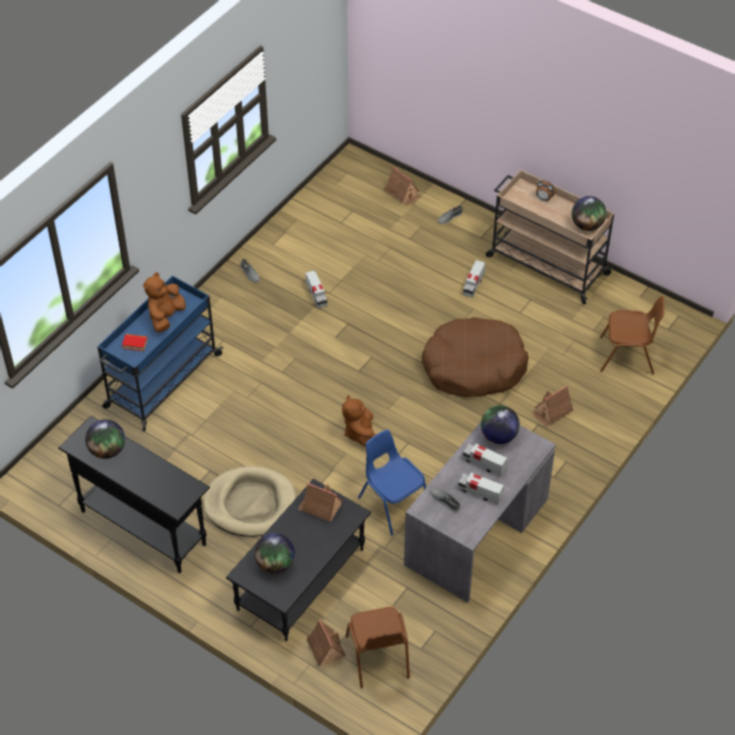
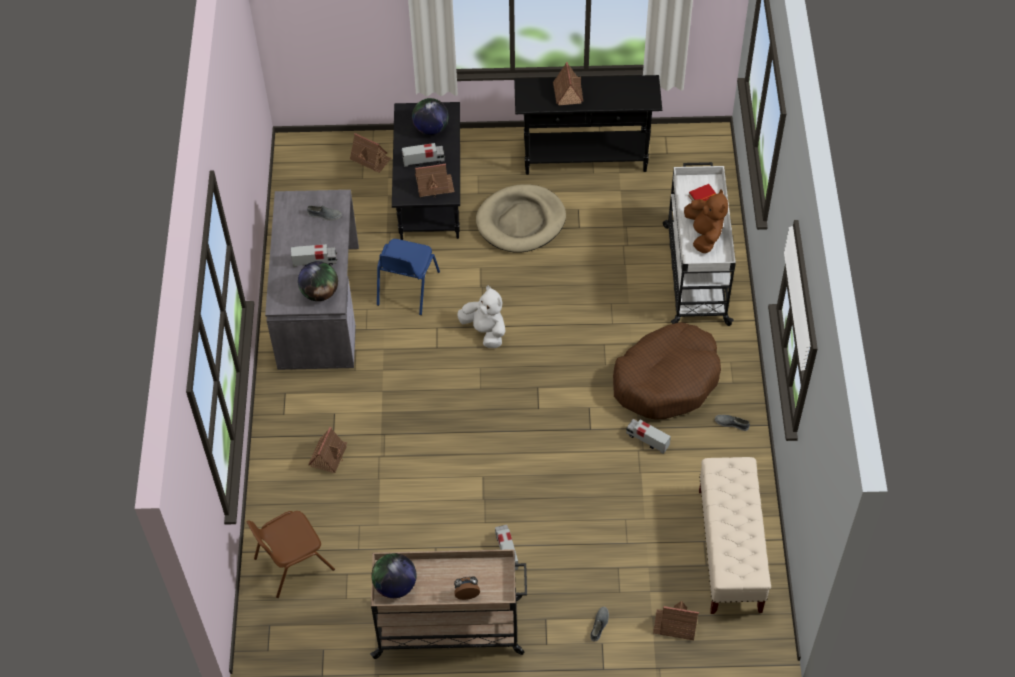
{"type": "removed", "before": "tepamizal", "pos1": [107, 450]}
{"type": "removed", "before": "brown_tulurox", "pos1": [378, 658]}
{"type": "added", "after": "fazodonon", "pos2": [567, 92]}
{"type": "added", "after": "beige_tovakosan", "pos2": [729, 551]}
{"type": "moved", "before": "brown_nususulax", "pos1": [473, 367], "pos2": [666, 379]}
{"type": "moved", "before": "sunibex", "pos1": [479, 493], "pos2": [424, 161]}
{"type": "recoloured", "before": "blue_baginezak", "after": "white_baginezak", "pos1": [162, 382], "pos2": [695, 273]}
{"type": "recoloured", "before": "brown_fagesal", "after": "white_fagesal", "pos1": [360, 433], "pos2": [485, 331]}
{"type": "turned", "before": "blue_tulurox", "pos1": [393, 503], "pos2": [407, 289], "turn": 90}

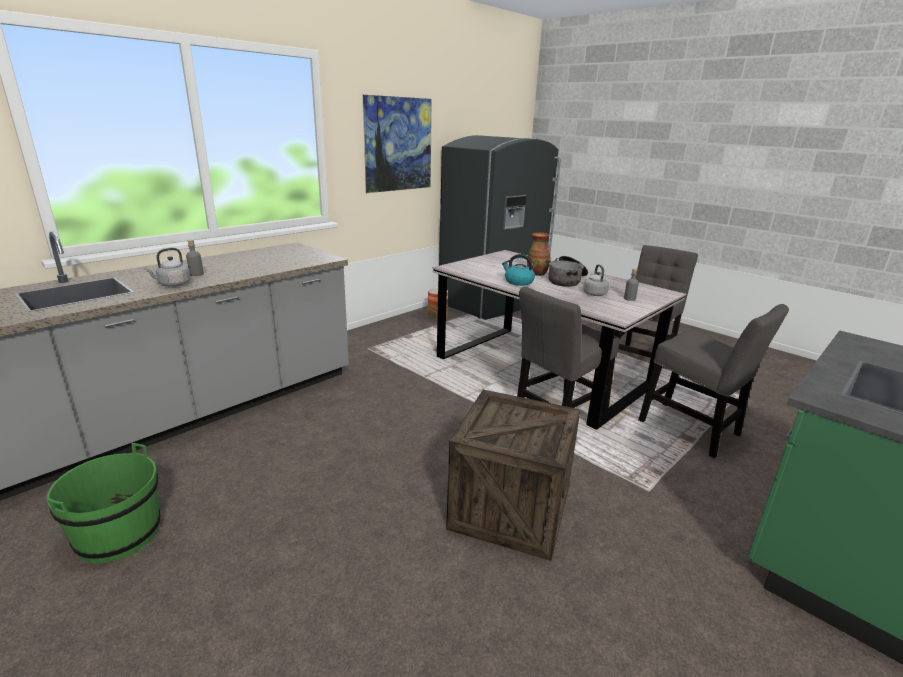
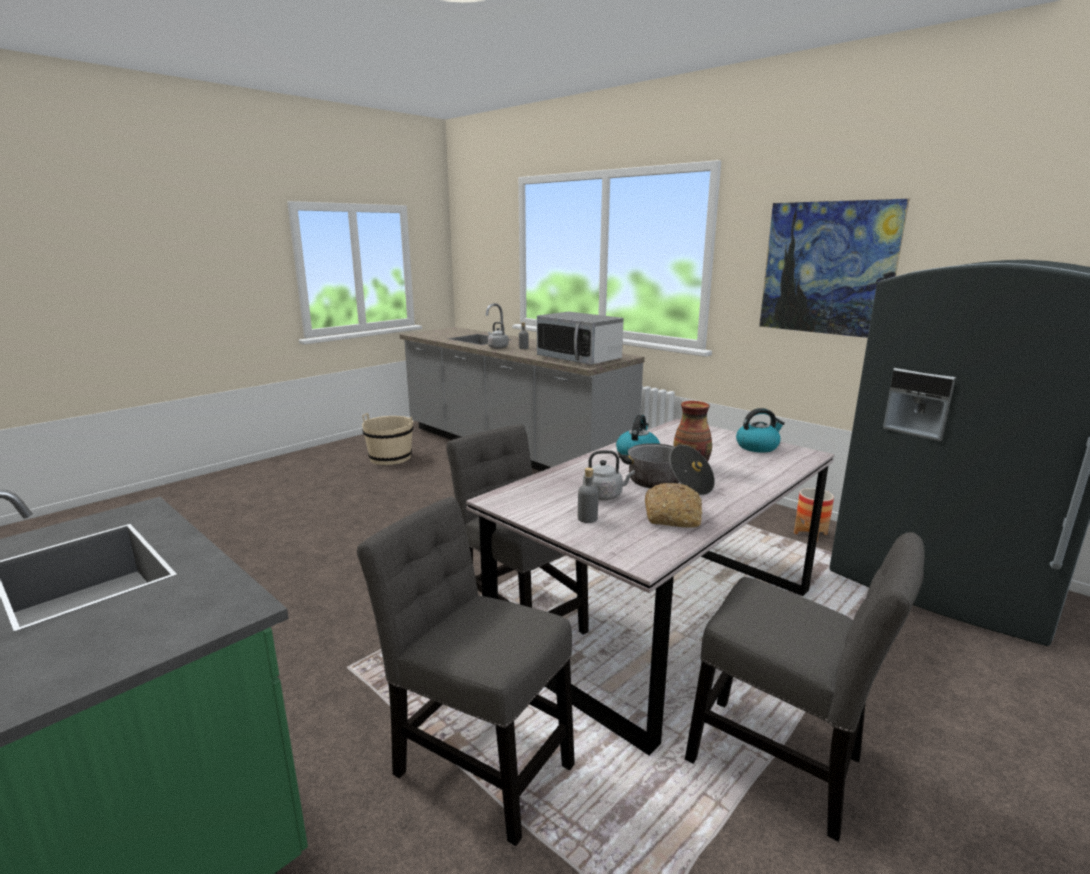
{"type": "removed", "before": "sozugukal", "pos1": [510, 509]}
{"type": "added", "after": "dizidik", "pos2": [579, 359]}
{"type": "added", "after": "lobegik", "pos2": [673, 516]}
{"type": "added", "after": "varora", "pos2": [757, 447]}
{"type": "recoloured", "before": "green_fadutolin", "after": "beige_fadutolin", "pos1": [119, 535], "pos2": [390, 458]}
{"type": "turned", "before": "grey_tulurox", "pos1": [693, 430], "pos2": [477, 763], "turn": 75}

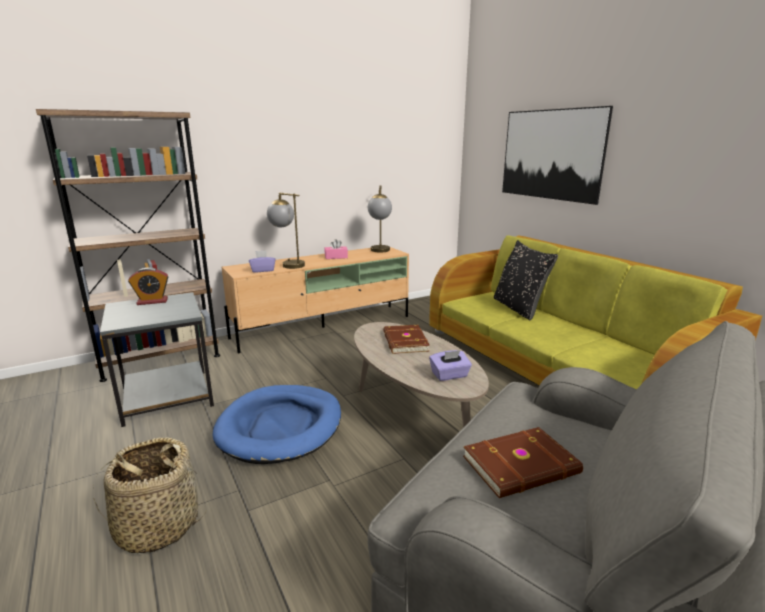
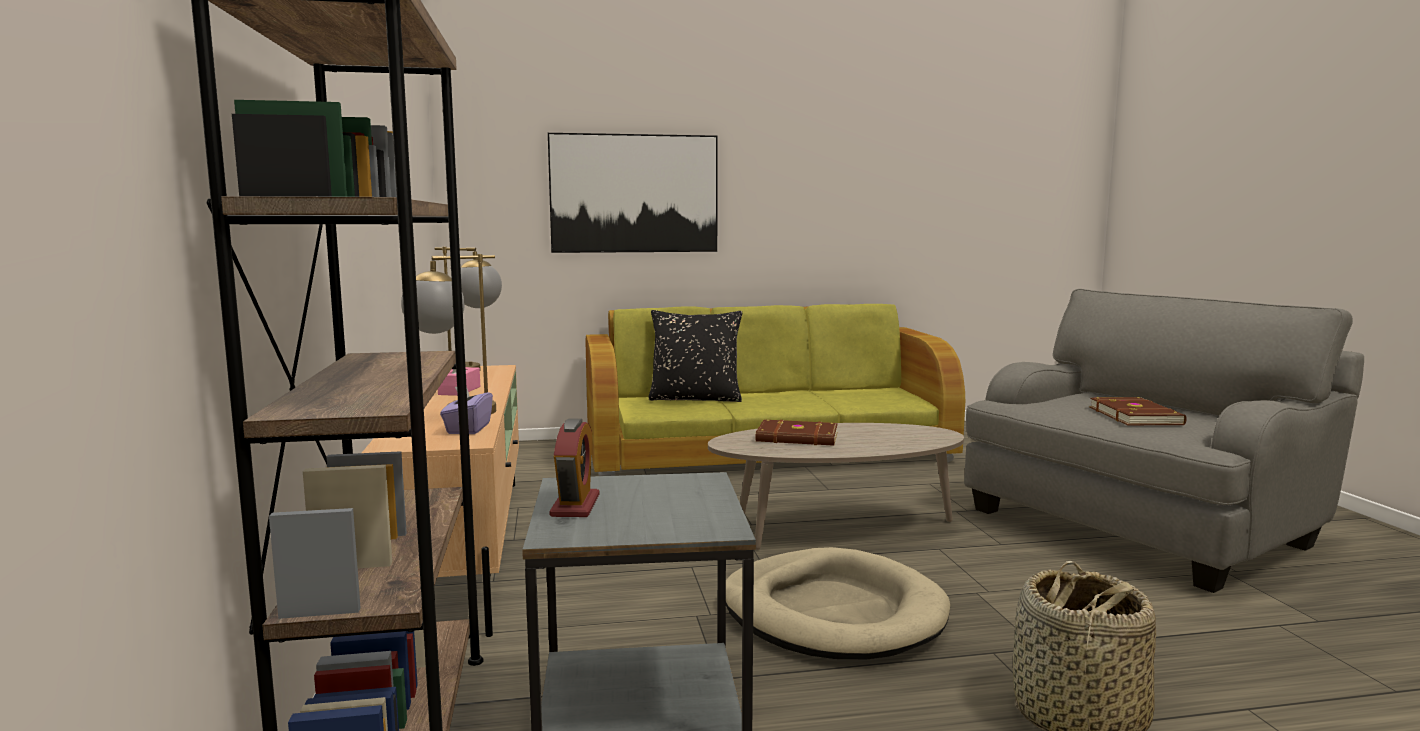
{"type": "removed", "before": "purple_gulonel", "pos1": [449, 375]}
{"type": "recoloured", "before": "blue_nususulax", "after": "beige_nususulax", "pos1": [281, 426], "pos2": [832, 612]}

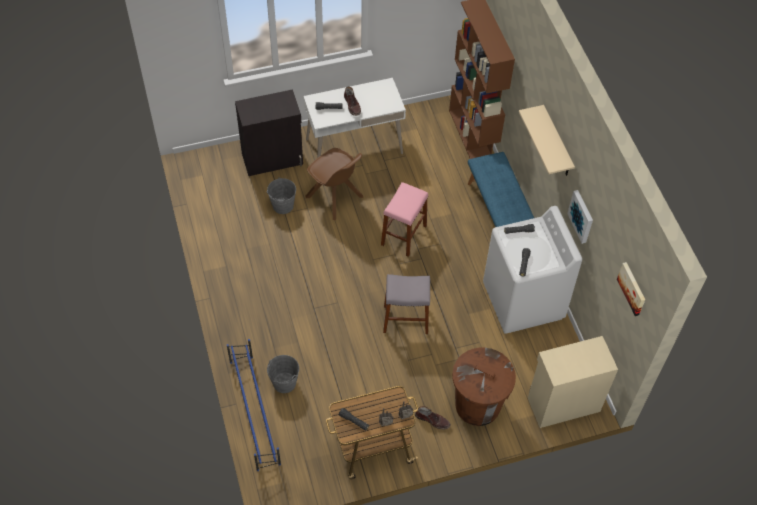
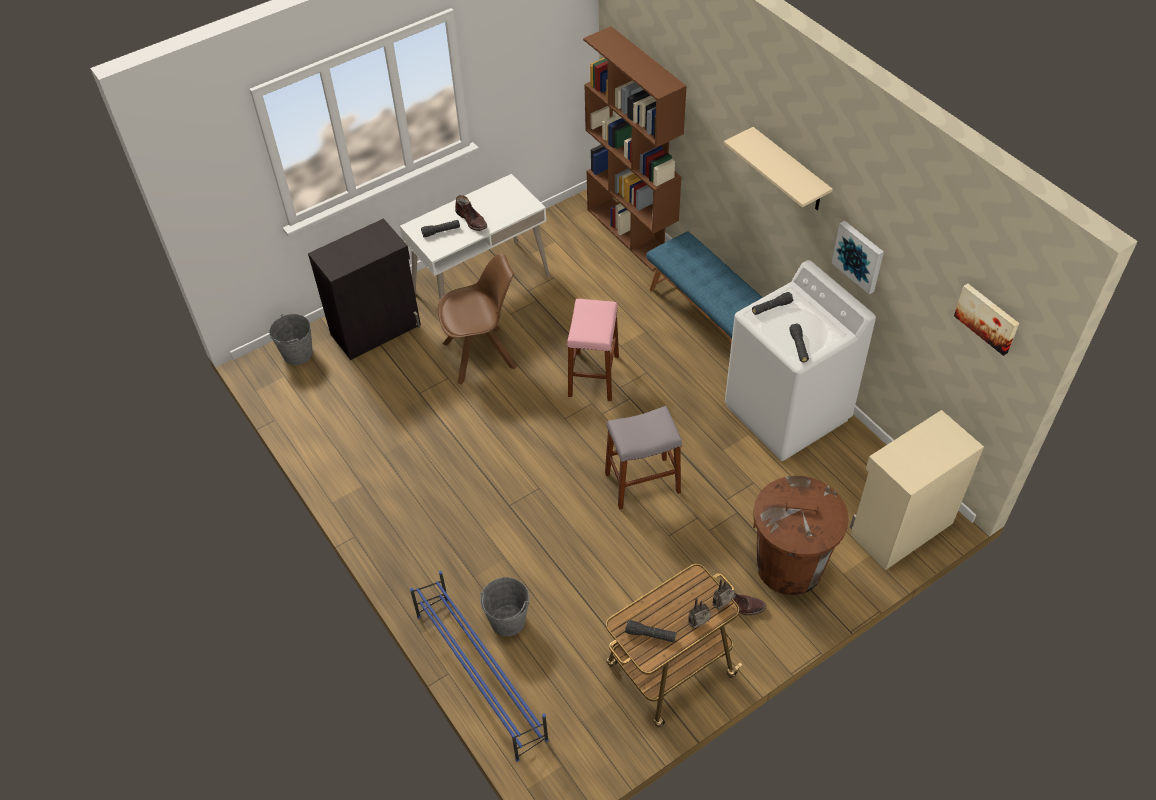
{"type": "moved", "before": "grey_fadutolin", "pos1": [283, 205], "pos2": [297, 354]}
{"type": "turned", "before": "brown_tulurox", "pos1": [335, 198], "pos2": [482, 355], "turn": -45}

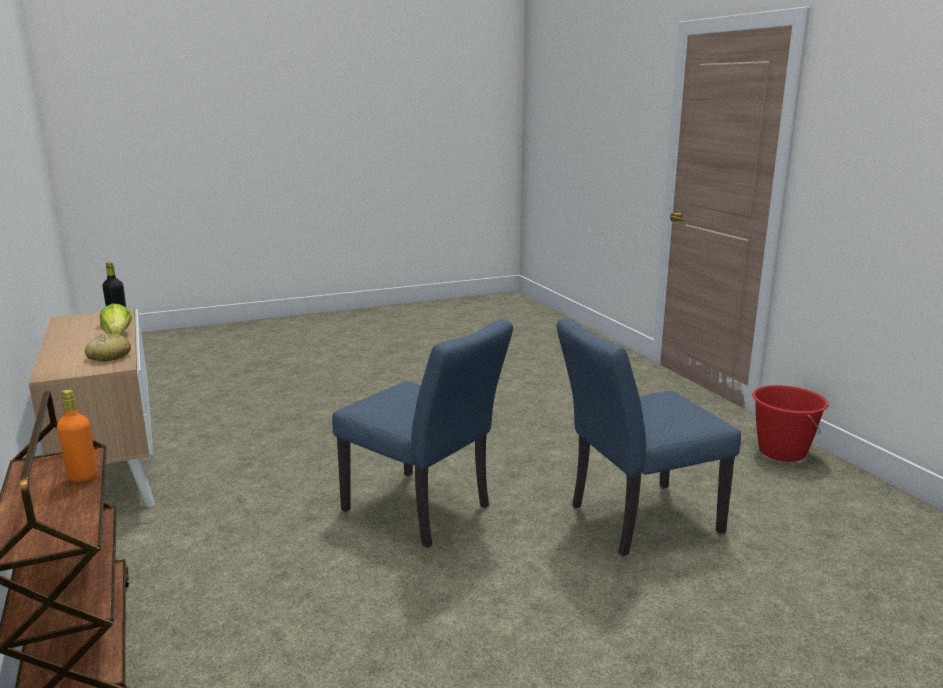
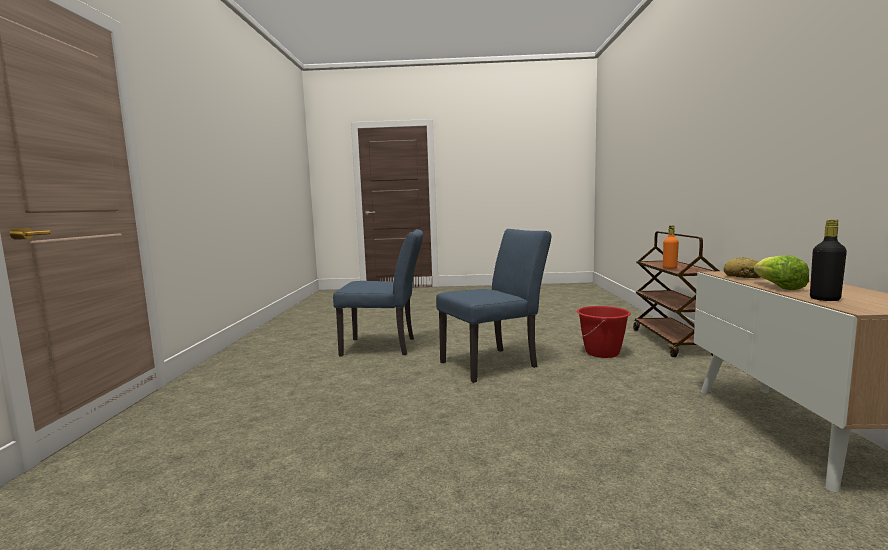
{"type": "moved", "before": "red_fadutolin", "pos1": [781, 452], "pos2": [602, 353]}
{"type": "turned", "before": "blue_tulurox", "pos1": [424, 512], "pos2": [495, 363], "turn": 90}

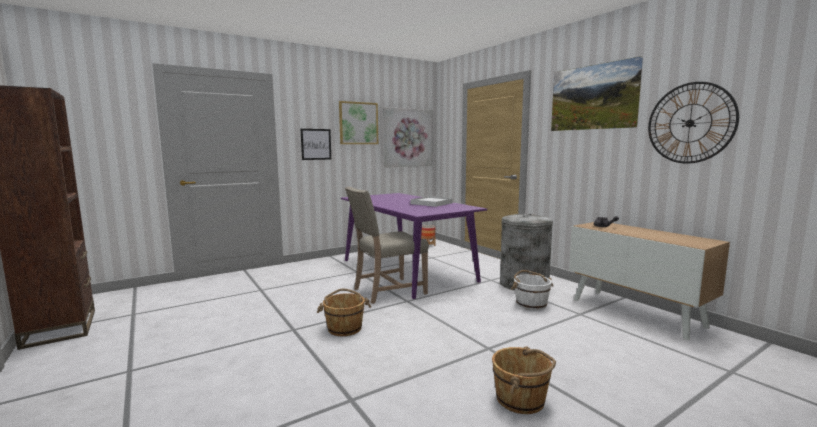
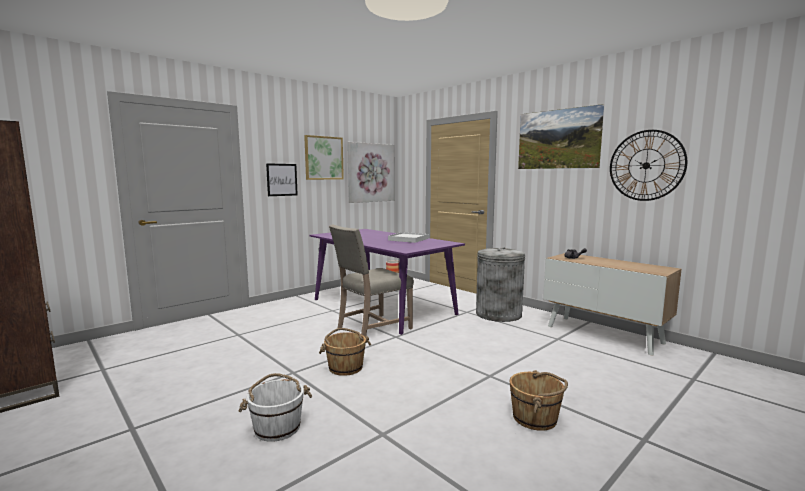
{"type": "moved", "before": "white_fadutolin", "pos1": [531, 304], "pos2": [277, 427]}

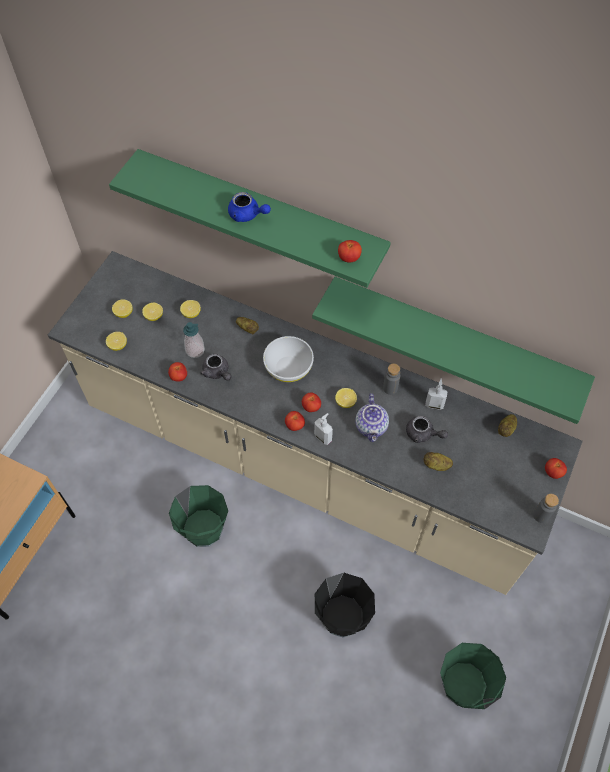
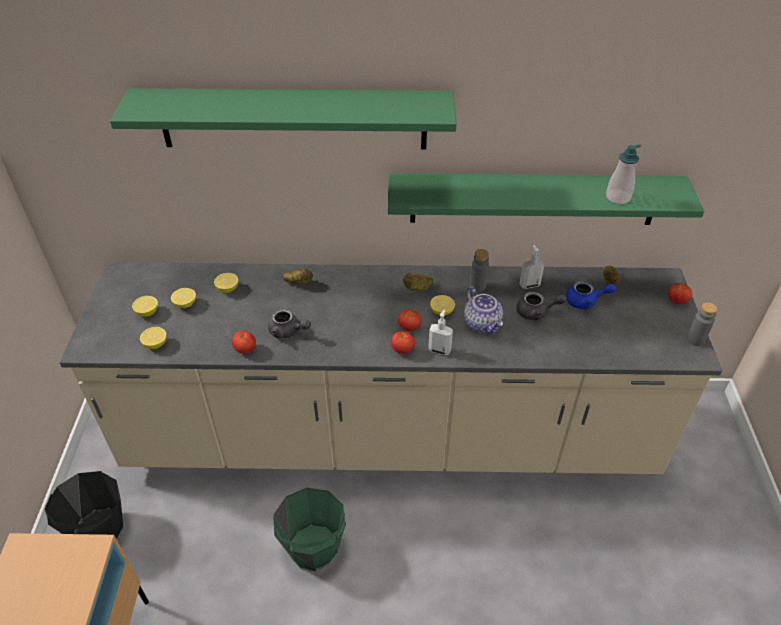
{"type": "removed", "before": "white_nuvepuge", "pos1": [288, 368]}
{"type": "removed", "before": "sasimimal", "pos1": [349, 258]}
{"type": "removed", "before": "green_fadutolin", "pos1": [464, 685]}
{"type": "moved", "before": "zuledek", "pos1": [195, 350], "pos2": [618, 197]}
{"type": "moved", "before": "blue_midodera", "pos1": [247, 215], "pos2": [585, 301]}
{"type": "moved", "before": "black_fadutolin", "pos1": [342, 616], "pos2": [99, 531]}
{"type": "moved", "before": "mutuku", "pos1": [436, 465], "pos2": [418, 288]}

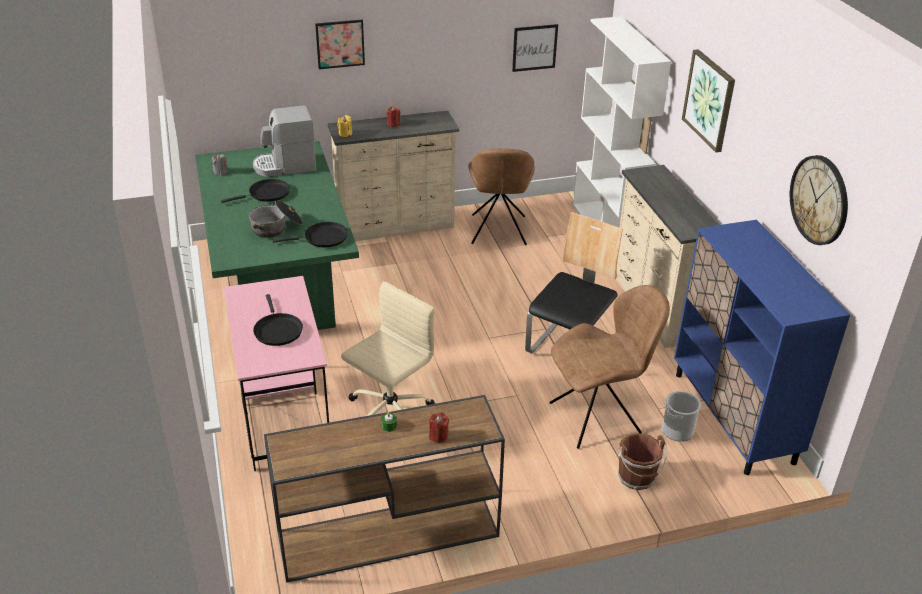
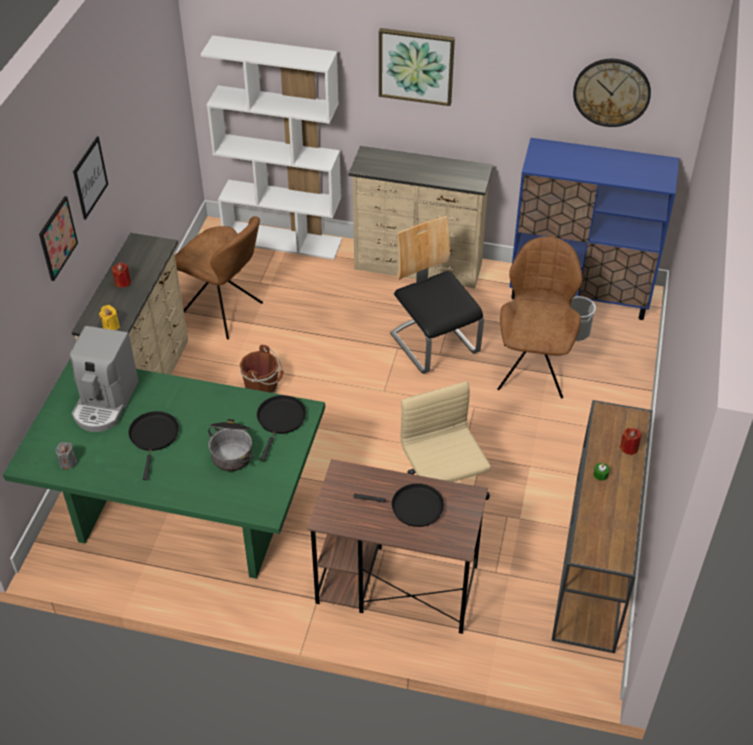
{"type": "moved", "before": "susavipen", "pos1": [534, 47], "pos2": [90, 177]}
{"type": "moved", "before": "brown_fadutolin", "pos1": [637, 478], "pos2": [263, 388]}
{"type": "recoloured", "before": "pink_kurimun", "after": "brown_kurimun", "pos1": [283, 415], "pos2": [395, 584]}

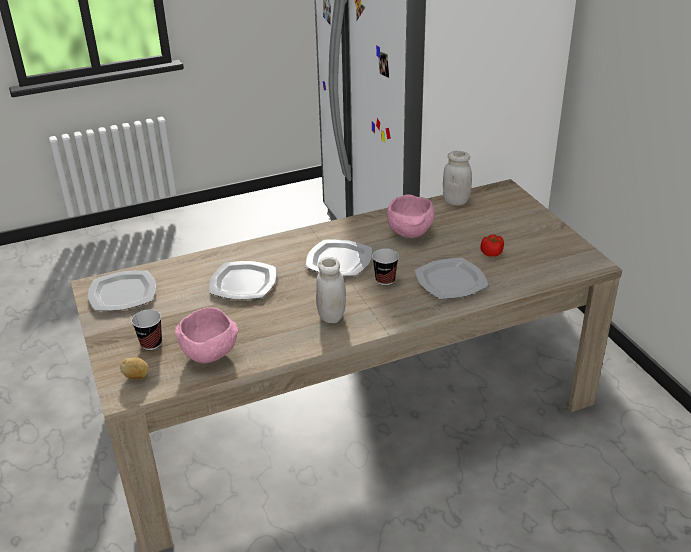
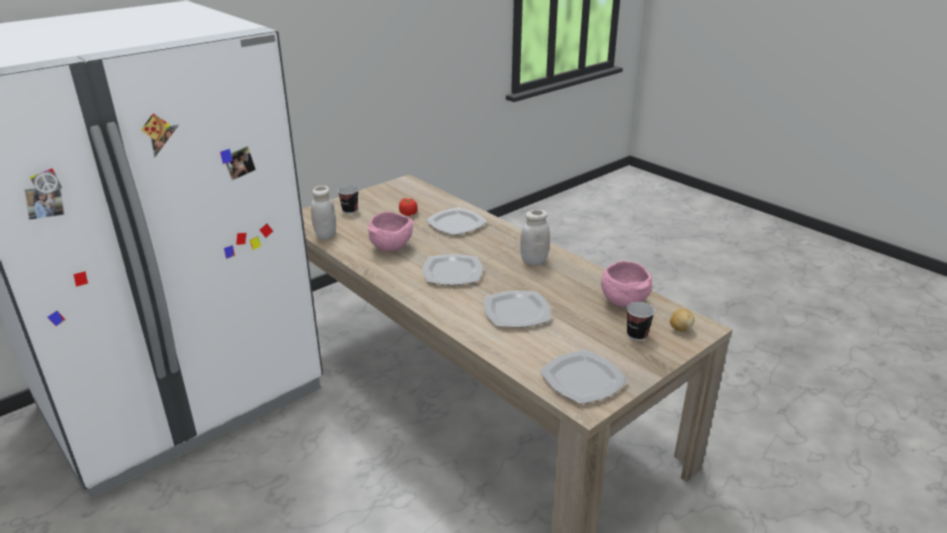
{"type": "moved", "before": "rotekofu", "pos1": [385, 280], "pos2": [350, 210]}

